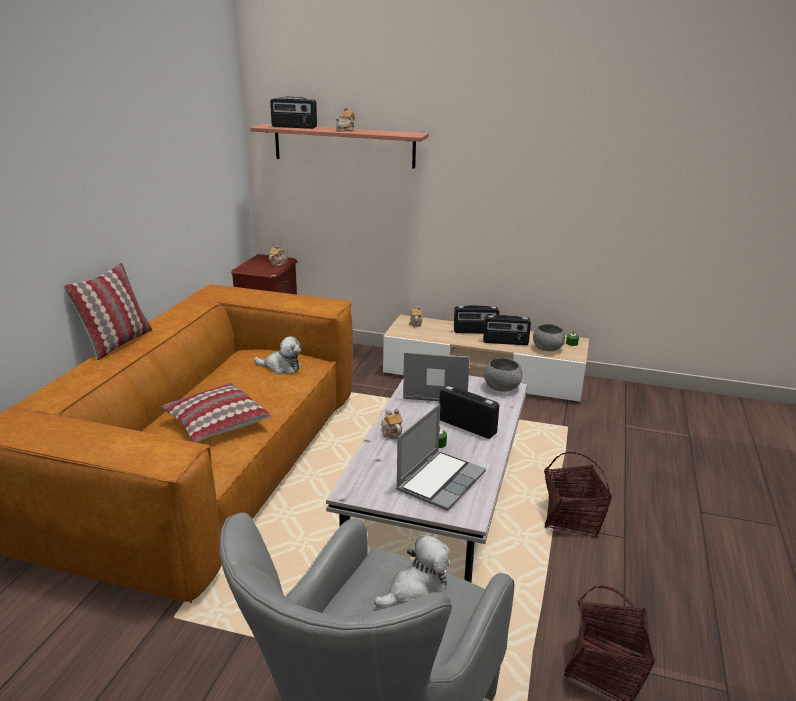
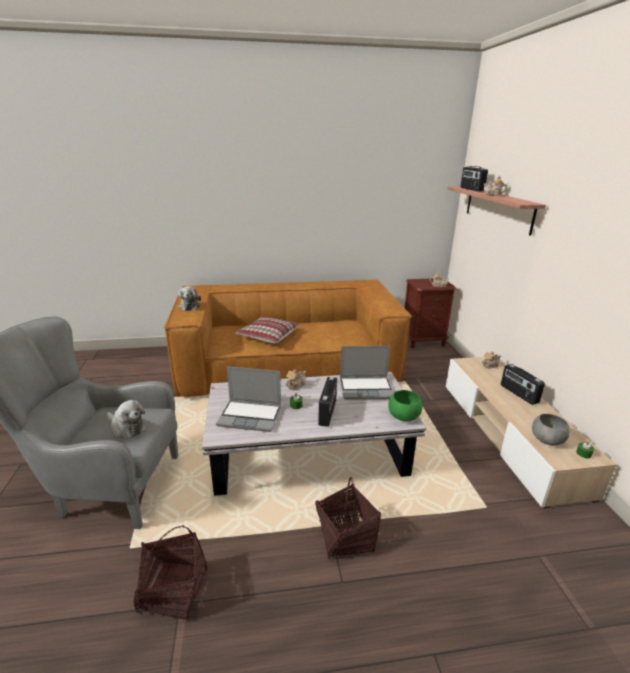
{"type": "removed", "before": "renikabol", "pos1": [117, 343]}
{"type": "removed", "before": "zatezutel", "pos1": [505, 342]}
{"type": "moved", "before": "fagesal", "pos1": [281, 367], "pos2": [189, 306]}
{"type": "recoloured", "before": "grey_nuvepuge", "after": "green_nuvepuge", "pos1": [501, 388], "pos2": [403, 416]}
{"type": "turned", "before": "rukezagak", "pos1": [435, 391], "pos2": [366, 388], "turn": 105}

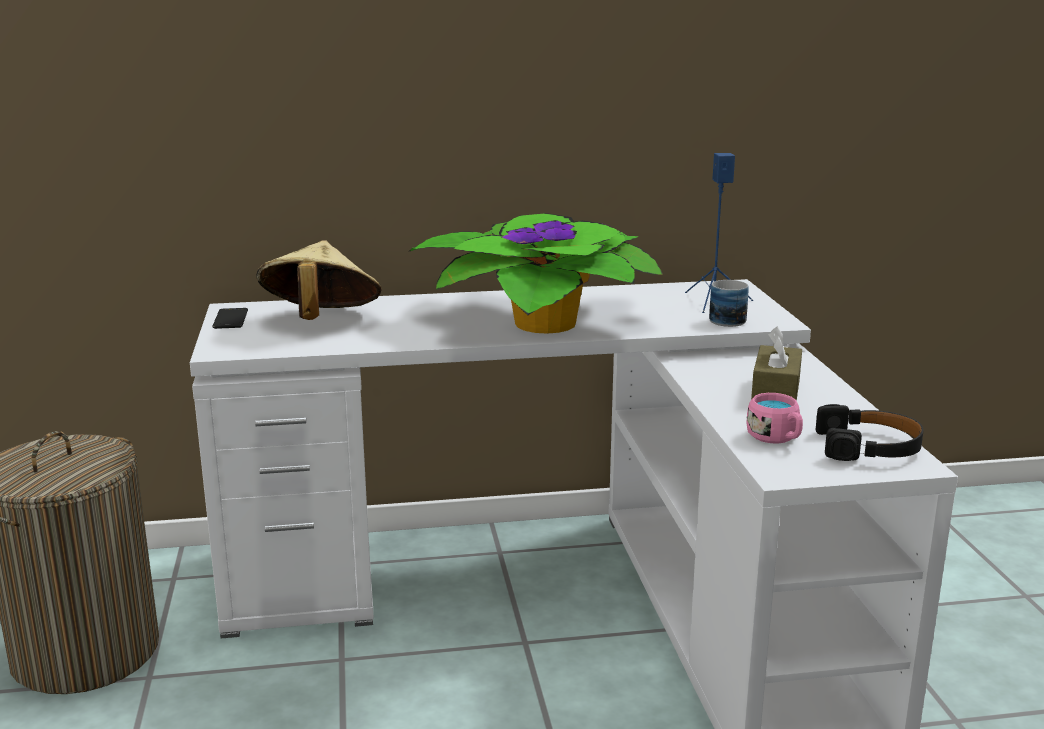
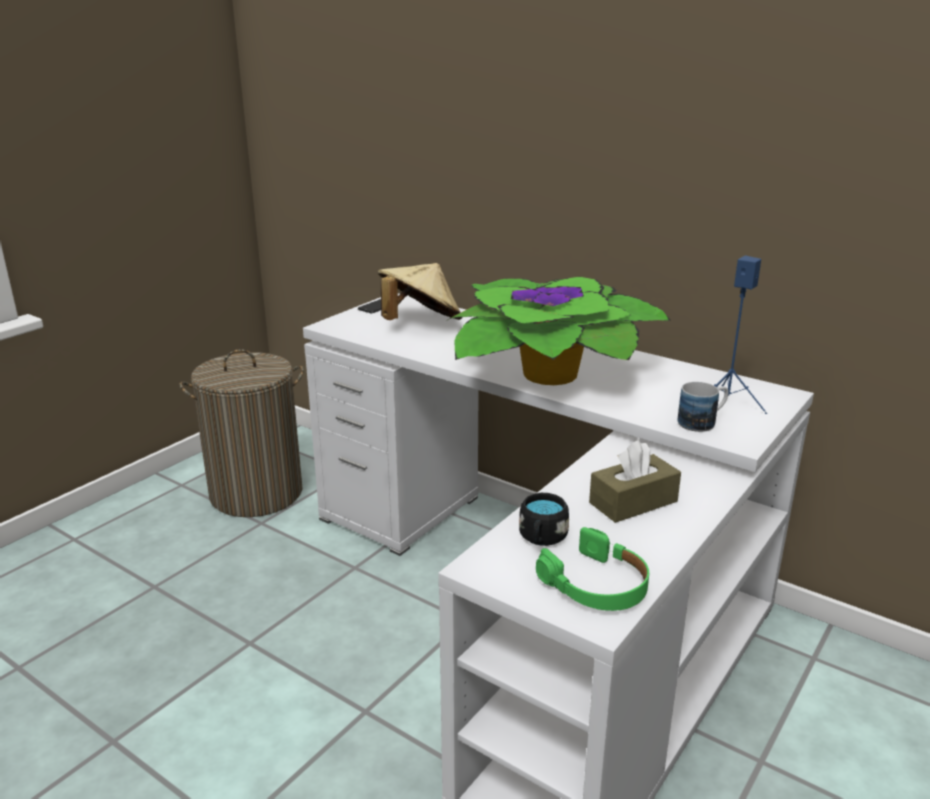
{"type": "recoloured", "before": "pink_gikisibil", "after": "black_gikisibil", "pos1": [776, 438], "pos2": [541, 539]}
{"type": "recoloured", "before": "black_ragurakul", "after": "green_ragurakul", "pos1": [869, 447], "pos2": [596, 584]}

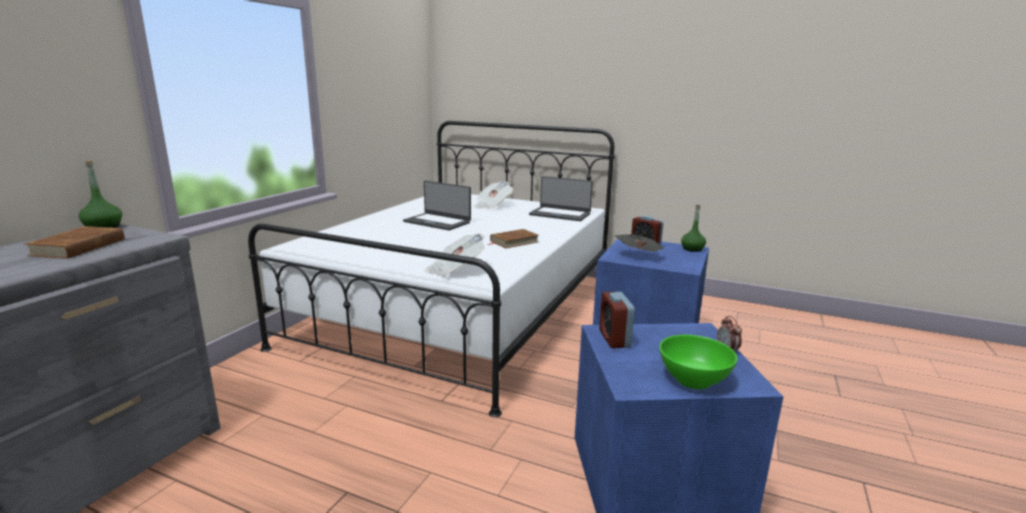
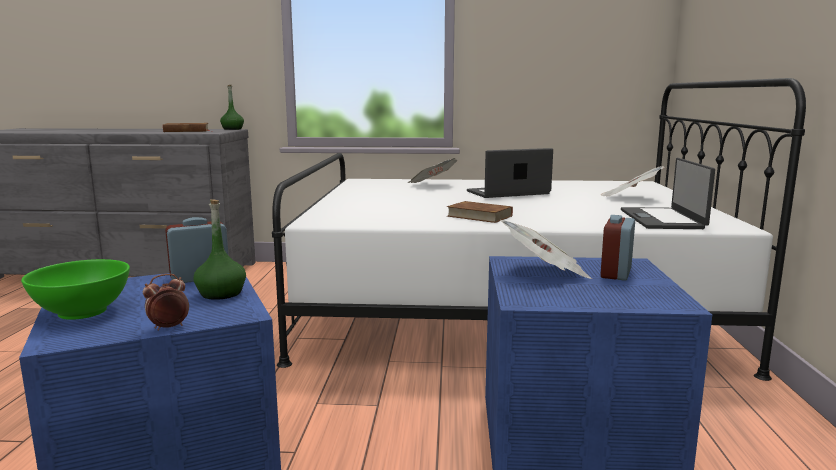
{"type": "moved", "before": "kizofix", "pos1": [455, 270], "pos2": [432, 185]}
{"type": "moved", "before": "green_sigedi", "pos1": [692, 249], "pos2": [221, 293]}
{"type": "turned", "before": "rukezagak", "pos1": [437, 222], "pos2": [508, 193], "turn": 60}

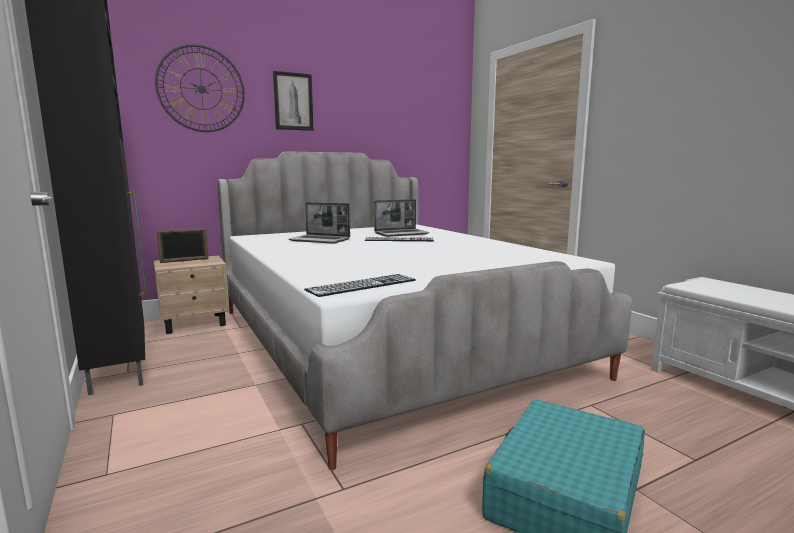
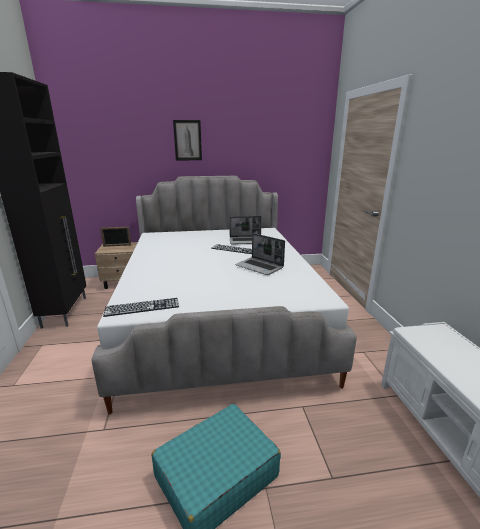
{"type": "removed", "before": "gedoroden", "pos1": [201, 89]}
{"type": "moved", "before": "rukezagak", "pos1": [320, 240], "pos2": [260, 267]}

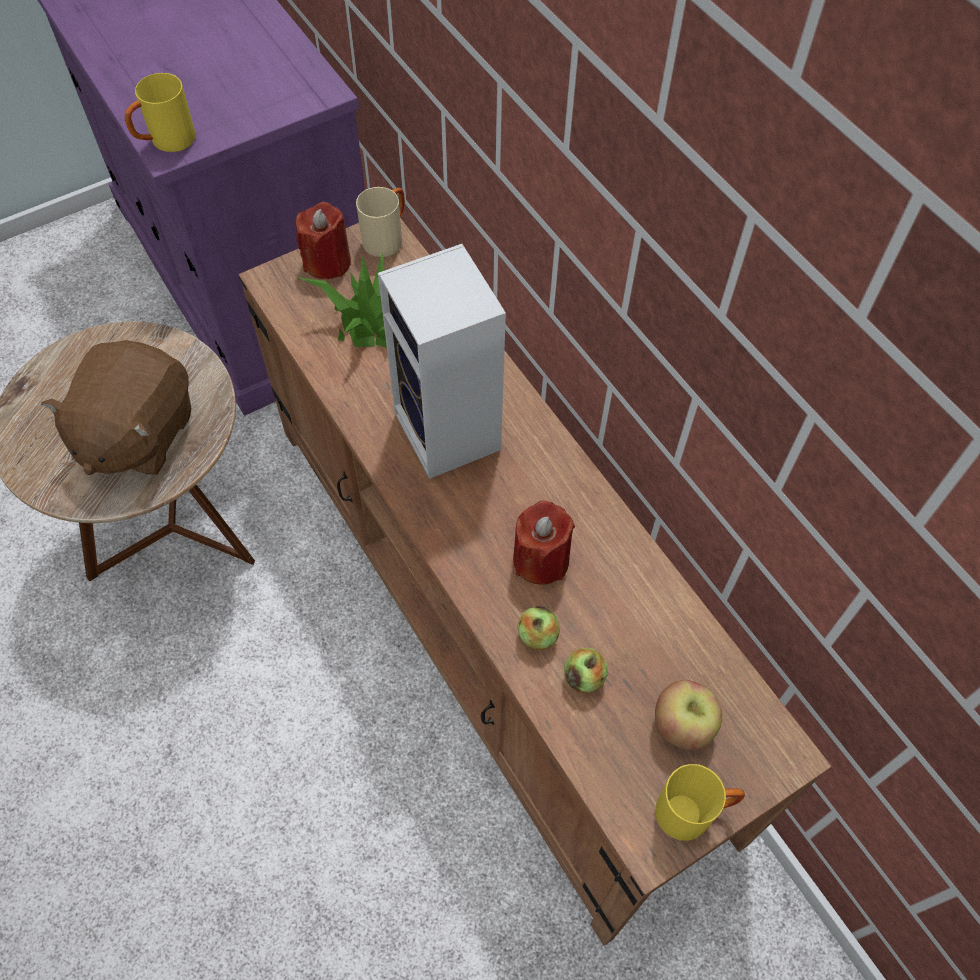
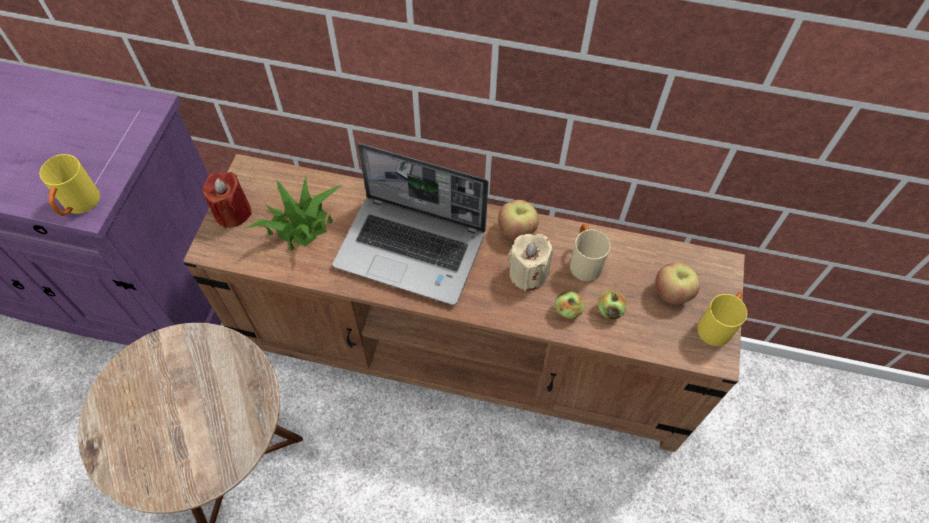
{"type": "removed", "before": "brown_fagesal", "pos1": [136, 434]}
{"type": "added", "after": "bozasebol", "pos2": [517, 230]}
{"type": "moved", "before": "beige_gikisibil", "pos1": [387, 238], "pos2": [583, 261]}
{"type": "replaced", "before": "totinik", "after": "rukezagak", "pos1": [451, 434], "pos2": [413, 249]}
{"type": "recoloured", "before": "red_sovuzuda", "after": "beige_sovuzuda", "pos1": [541, 559], "pos2": [528, 273]}

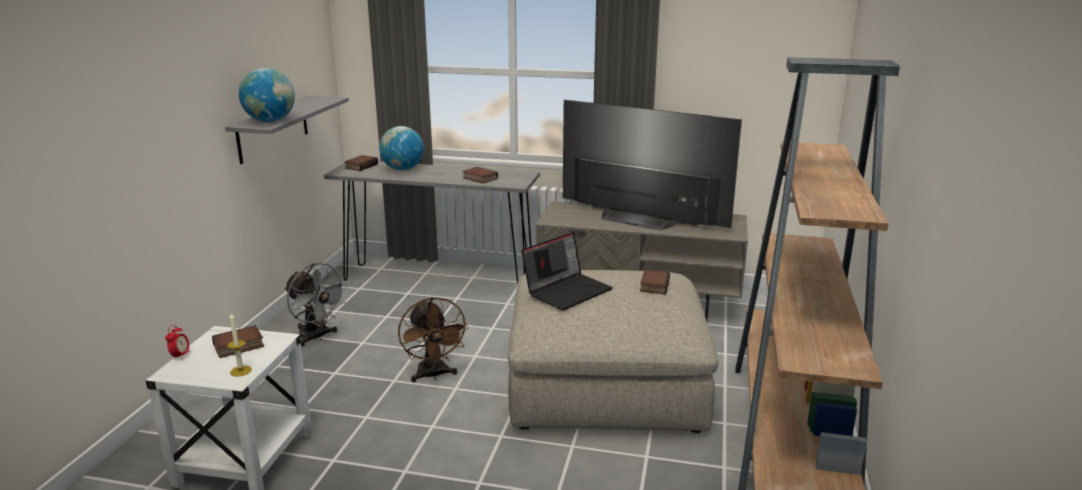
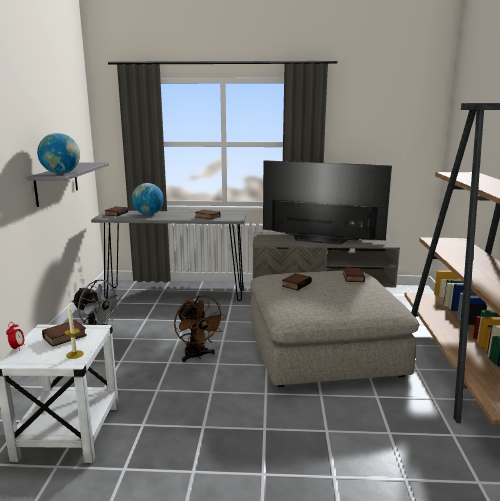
{"type": "replaced", "before": "rukezagak", "after": "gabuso", "pos1": [567, 290], "pos2": [296, 284]}

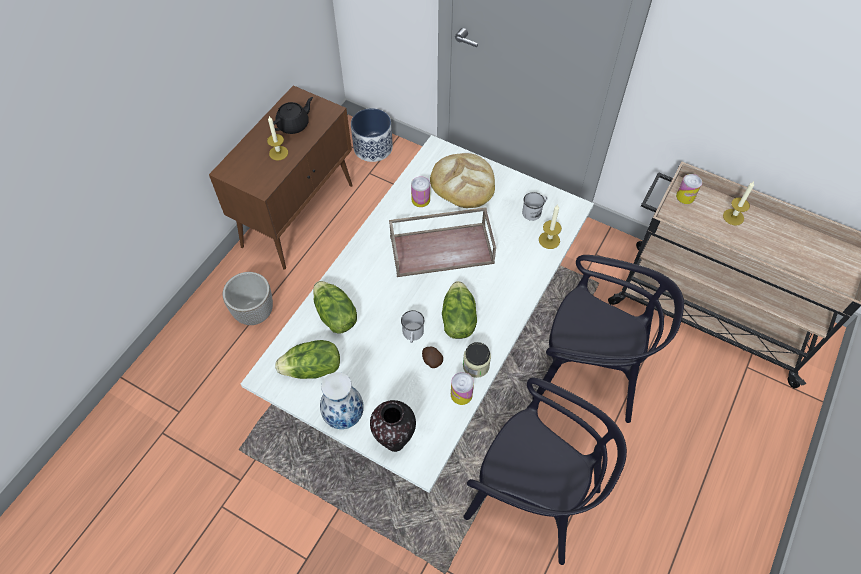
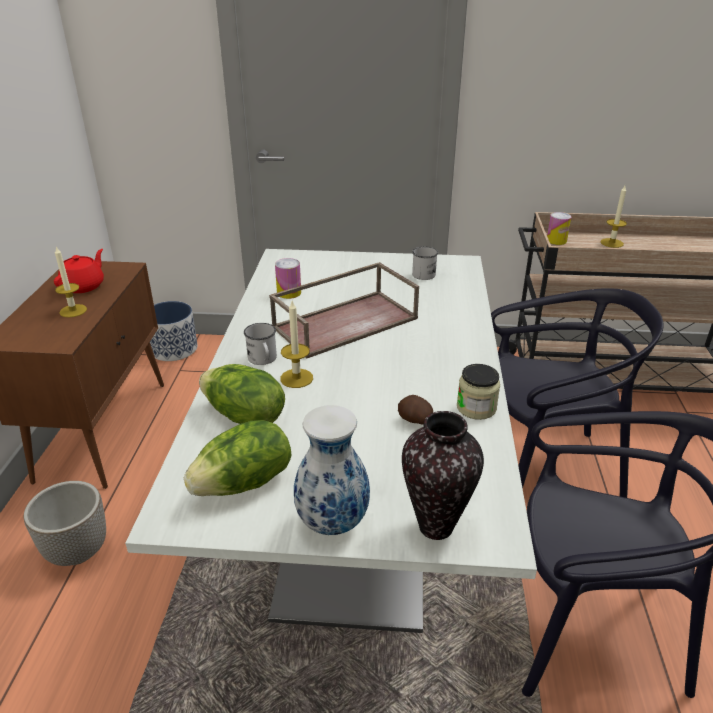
{"type": "removed", "before": "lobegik", "pos1": [463, 182]}
{"type": "removed", "before": "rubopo", "pos1": [457, 320]}
{"type": "removed", "before": "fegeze", "pos1": [461, 394]}
{"type": "moved", "before": "white_gikisibil", "pos1": [412, 335], "pos2": [263, 360]}
{"type": "moved", "before": "sovuzuda", "pos1": [549, 240], "pos2": [296, 378]}
{"type": "recoloured", "before": "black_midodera", "after": "red_midodera", "pos1": [294, 125], "pos2": [84, 286]}

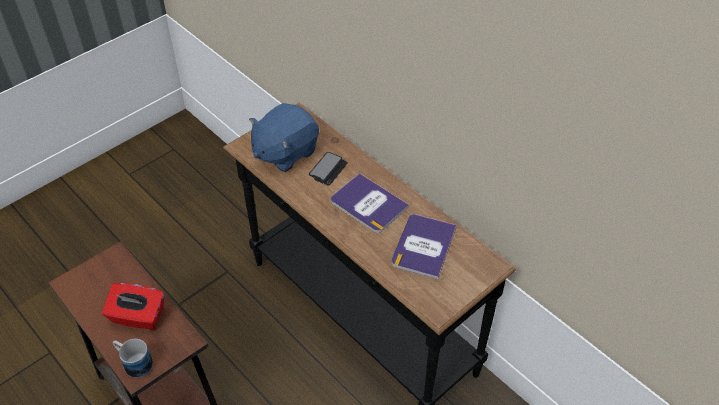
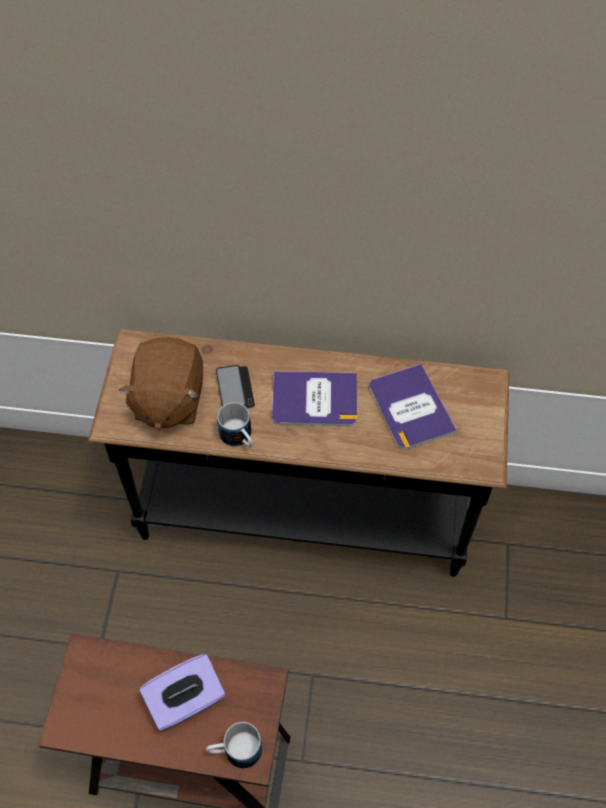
{"type": "added", "after": "gikisibil", "pos2": [239, 438]}
{"type": "recoloured", "before": "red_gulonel", "after": "purple_gulonel", "pos1": [138, 317], "pos2": [186, 701]}
{"type": "recoloured", "before": "blue_fagesal", "after": "brown_fagesal", "pos1": [285, 152], "pos2": [168, 400]}

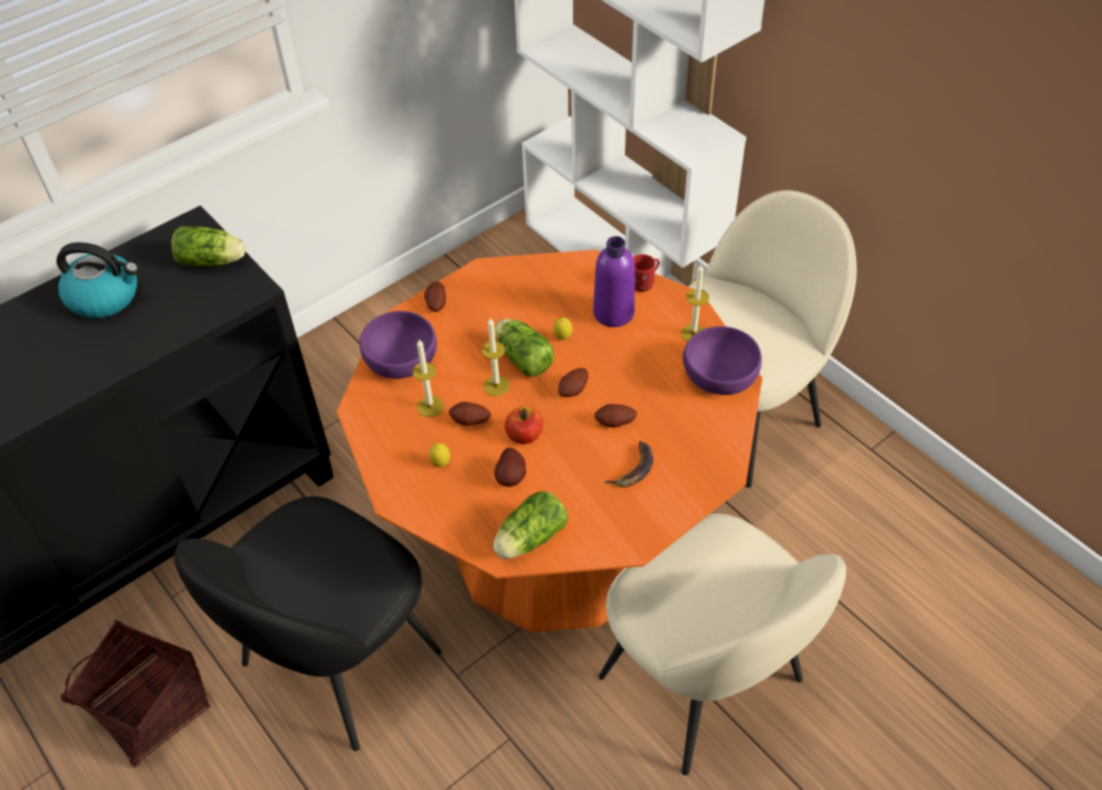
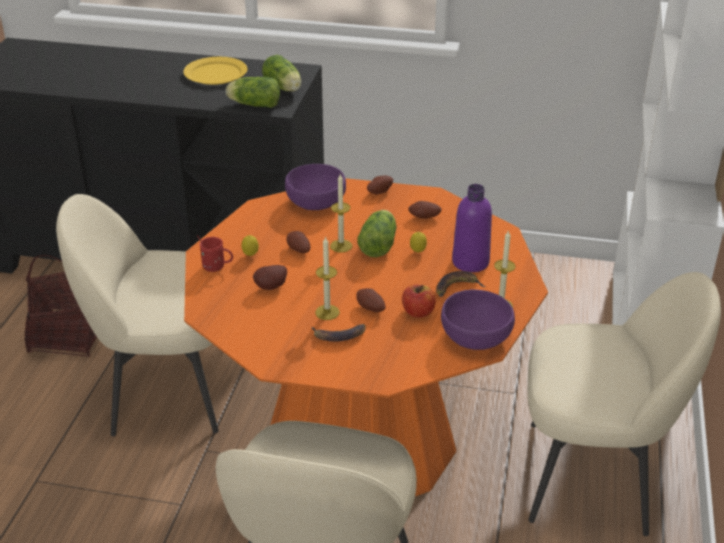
{"type": "added", "after": "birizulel", "pos2": [456, 287]}
{"type": "moved", "before": "sovuzuda", "pos1": [430, 406], "pos2": [327, 312]}
{"type": "moved", "before": "rubopo", "pos1": [528, 539], "pos2": [253, 104]}
{"type": "moved", "before": "bozasebol", "pos1": [524, 435], "pos2": [418, 312]}
{"type": "moved", "before": "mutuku", "pos1": [574, 390], "pos2": [424, 218]}
{"type": "moved", "before": "red_gikisibil", "pos1": [644, 283], "pos2": [217, 267]}
{"type": "replaced", "before": "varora", "after": "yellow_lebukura", "pos1": [105, 297], "pos2": [216, 74]}
{"type": "recoloured", "before": "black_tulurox", "after": "beige_tulurox", "pos1": [337, 662], "pos2": [166, 390]}

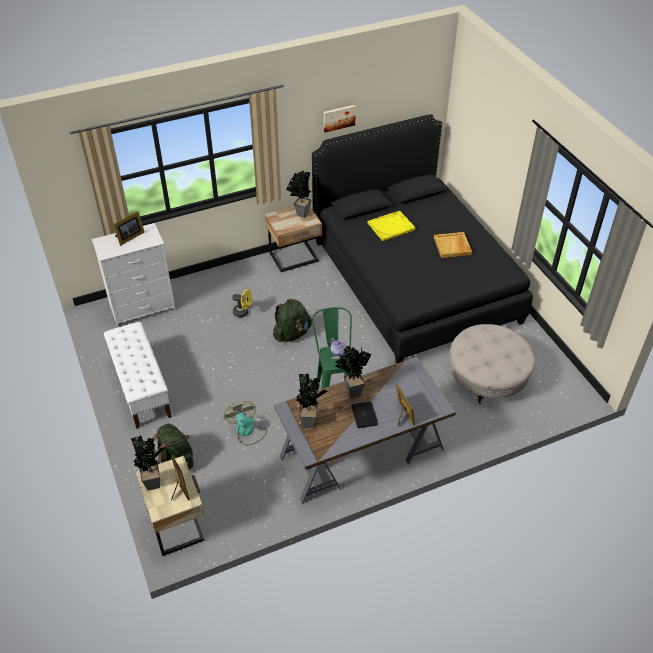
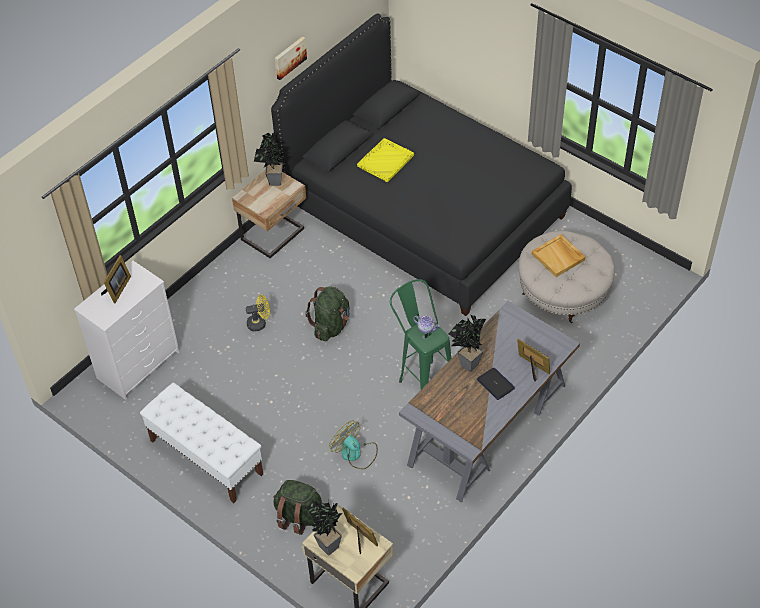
{"type": "removed", "before": "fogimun", "pos1": [310, 420]}
{"type": "moved", "before": "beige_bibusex", "pos1": [452, 246], "pos2": [558, 257]}

